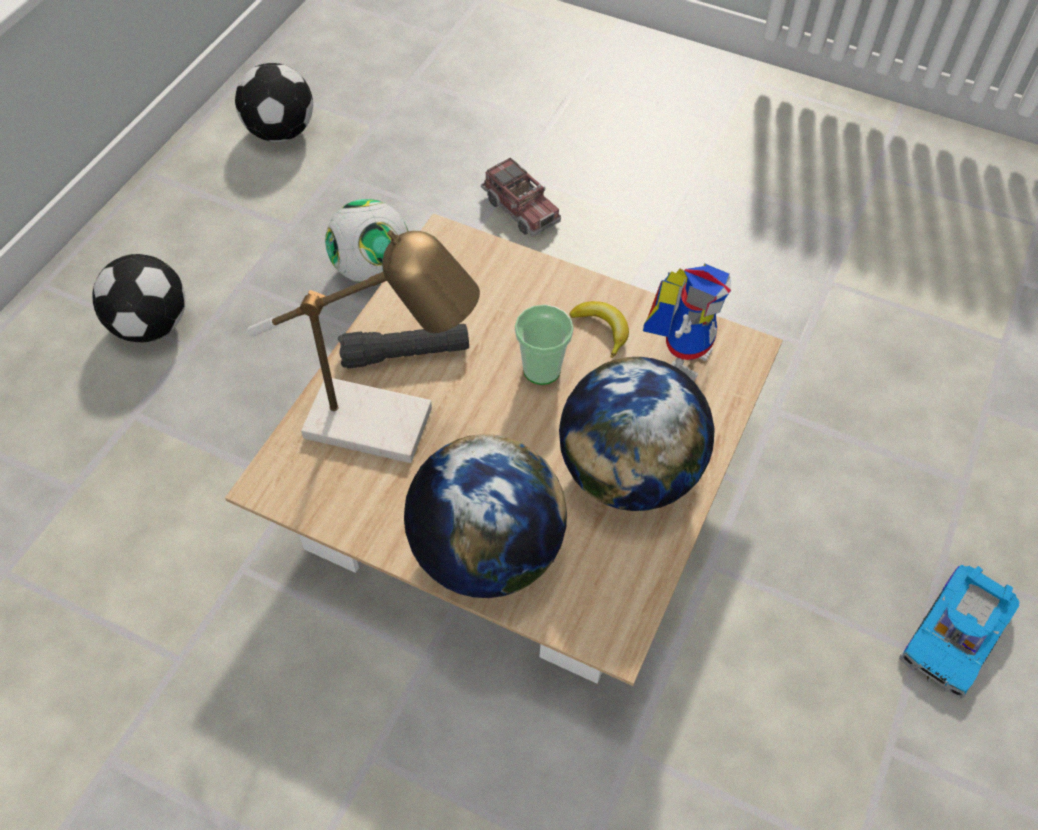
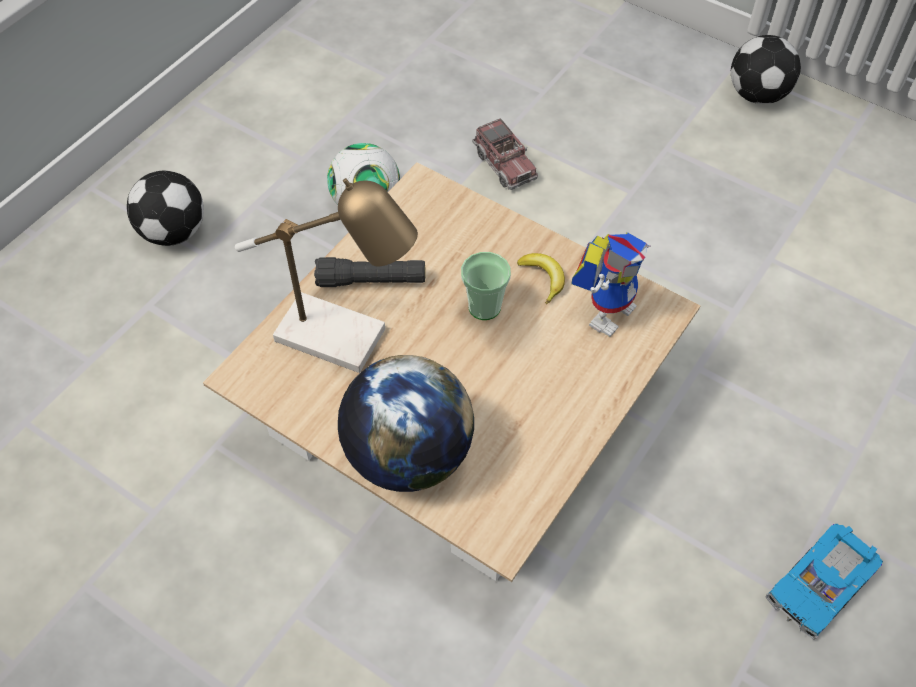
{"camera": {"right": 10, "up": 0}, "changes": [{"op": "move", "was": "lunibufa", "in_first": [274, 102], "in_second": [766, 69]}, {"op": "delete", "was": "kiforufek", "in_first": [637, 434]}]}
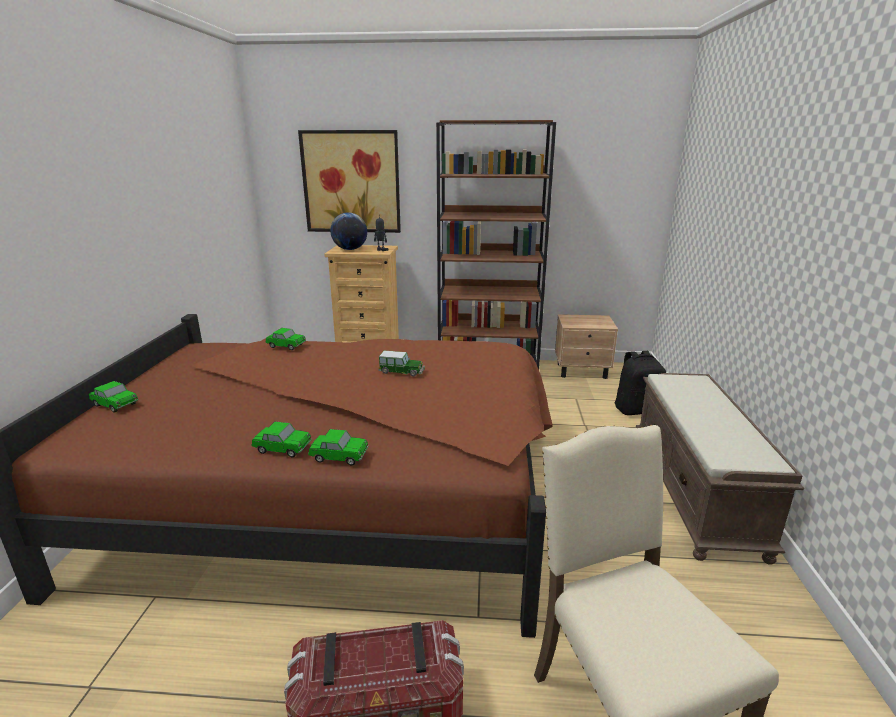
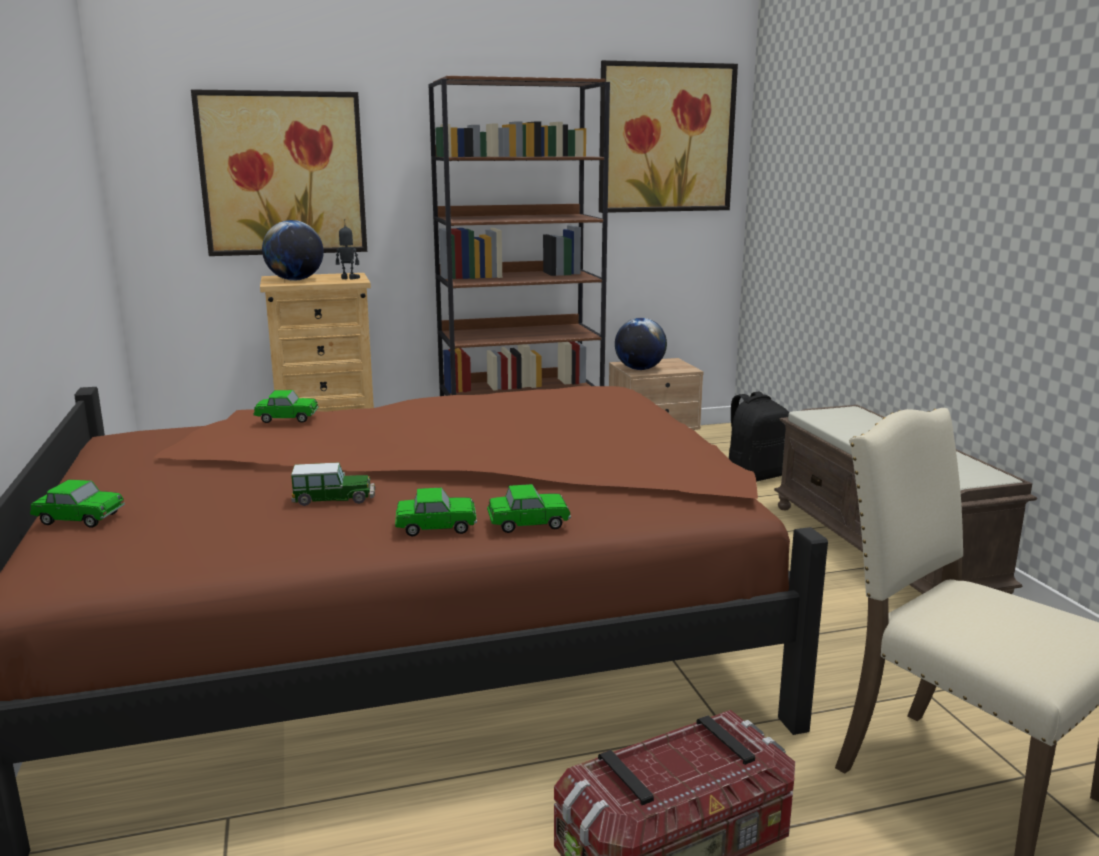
{"camera": {"right": -20, "up": -5}, "changes": [{"op": "move", "was": "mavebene", "in_first": [401, 364], "in_second": [333, 484]}, {"op": "insert", "now": "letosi", "in_second": [668, 136]}, {"op": "insert", "now": "kiforufek", "in_second": [641, 344]}]}
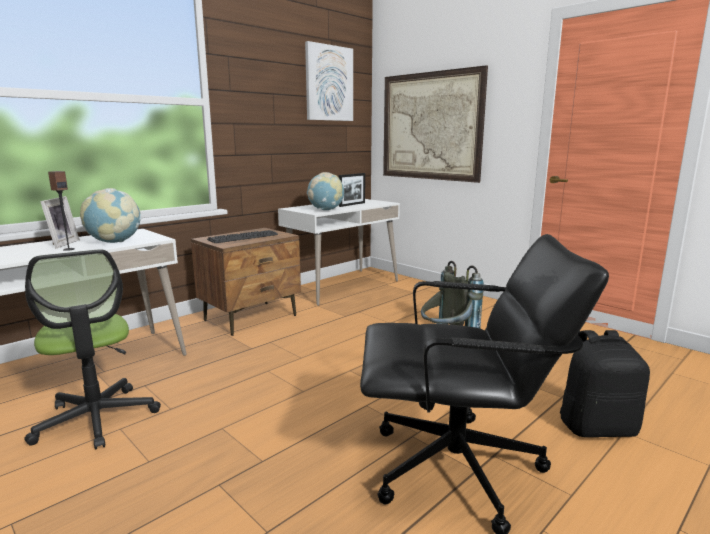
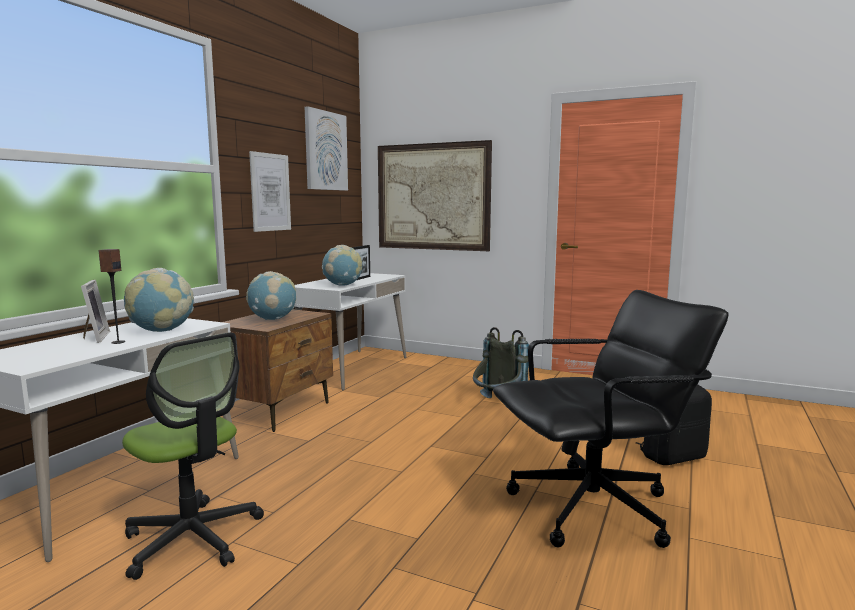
{"camera": {"right": -20, "up": -5}, "changes": [{"op": "replace", "was": "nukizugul", "now": "kiforufek", "in_first": [242, 236], "in_second": [271, 295]}, {"op": "insert", "now": "letosi", "in_second": [270, 191]}]}
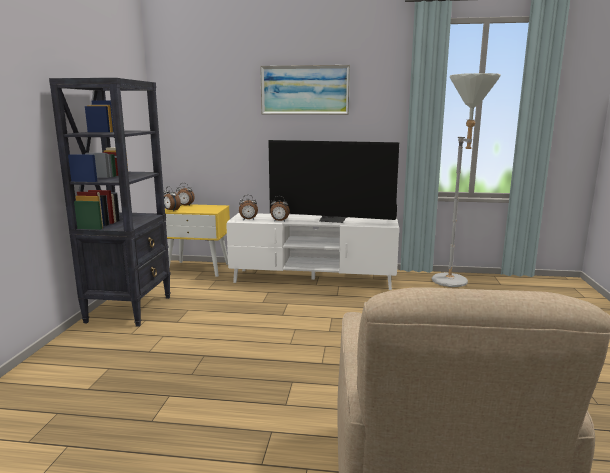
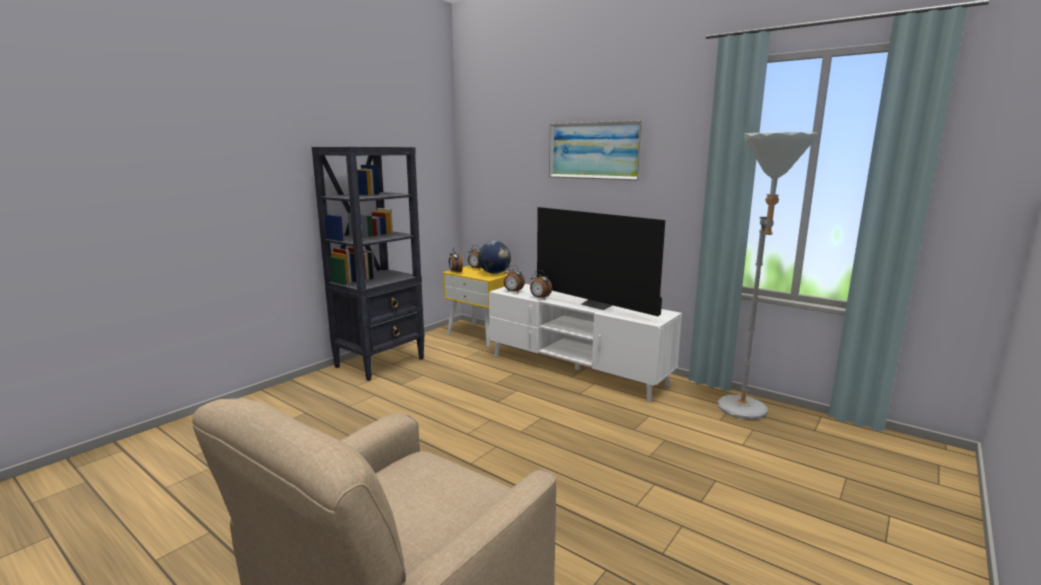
{"camera": {"right": 30, "up": 0}, "changes": [{"op": "insert", "now": "kiforufek", "in_second": [494, 257]}]}
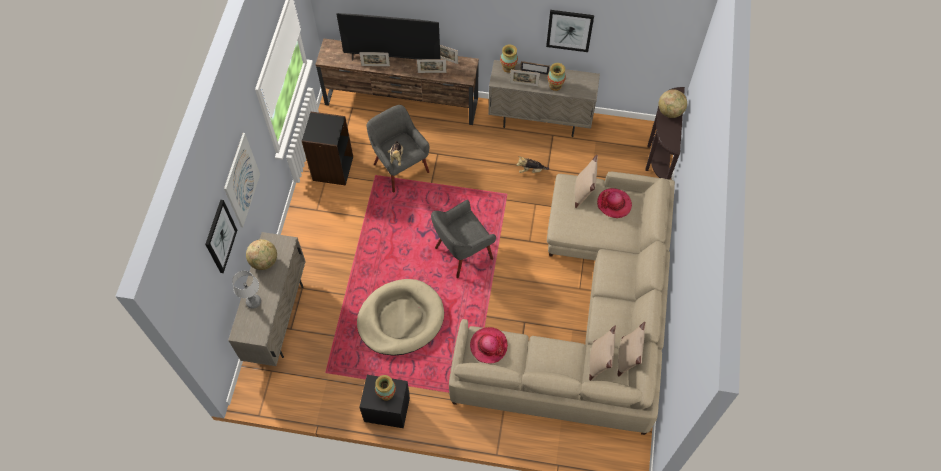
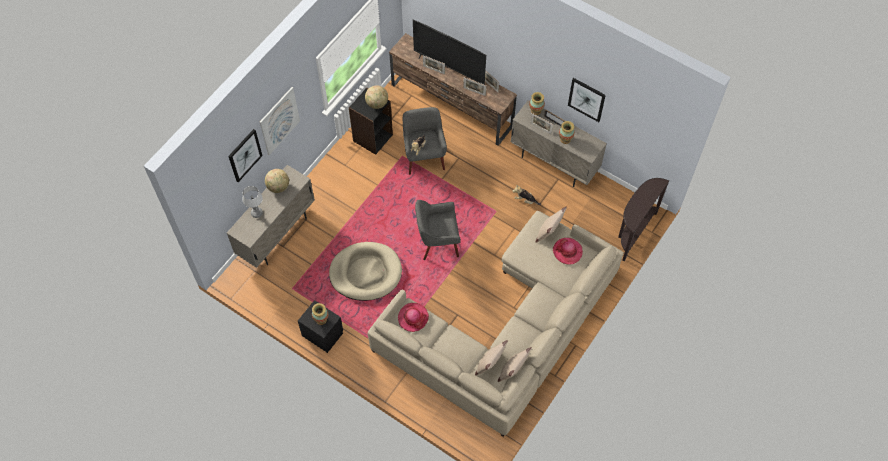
{"camera": {"right": 25, "up": 0}, "changes": [{"op": "move", "was": "kiforufek", "in_first": [672, 103], "in_second": [376, 97]}]}
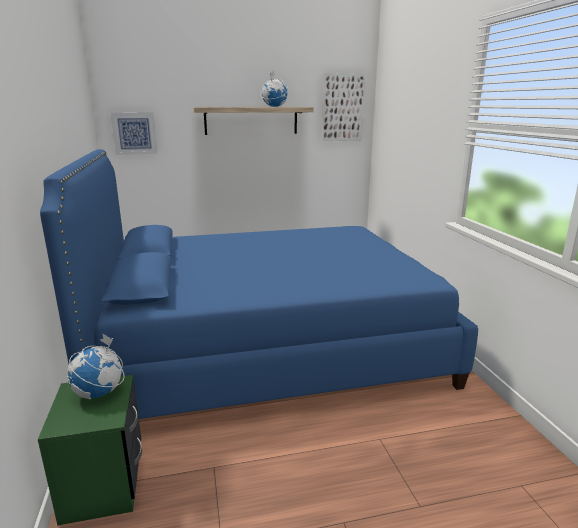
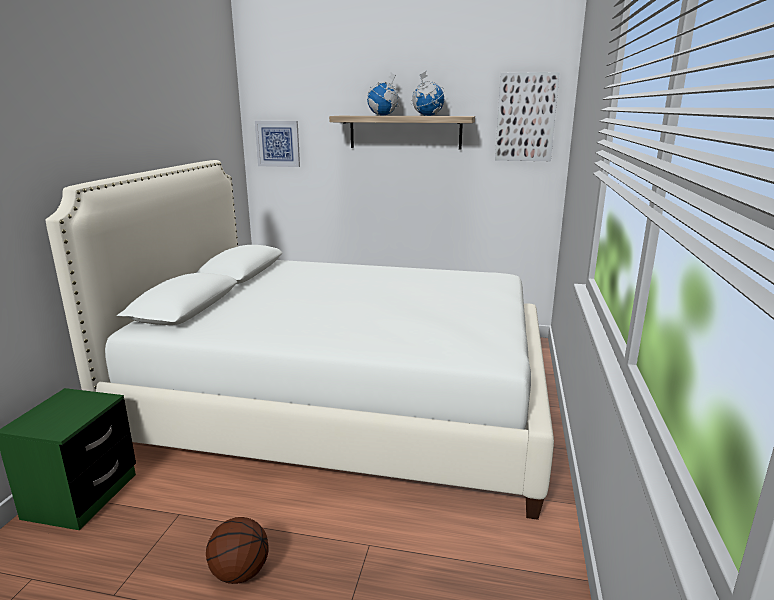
{"camera": {"right": 25, "up": 0}, "changes": [{"op": "recolor", "was": "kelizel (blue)", "now": "kelizel (white)", "in_first": [259, 284], "in_second": [300, 340]}, {"op": "move", "was": "kiforufek", "in_first": [96, 366], "in_second": [383, 94]}, {"op": "insert", "now": "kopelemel", "in_second": [237, 550]}]}
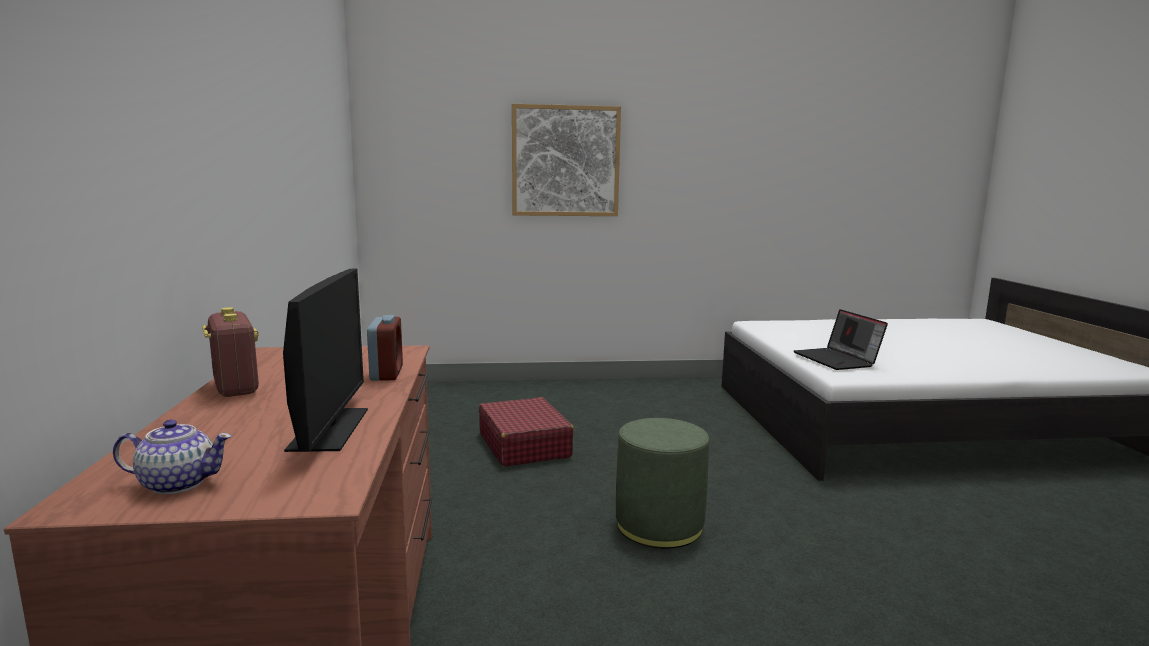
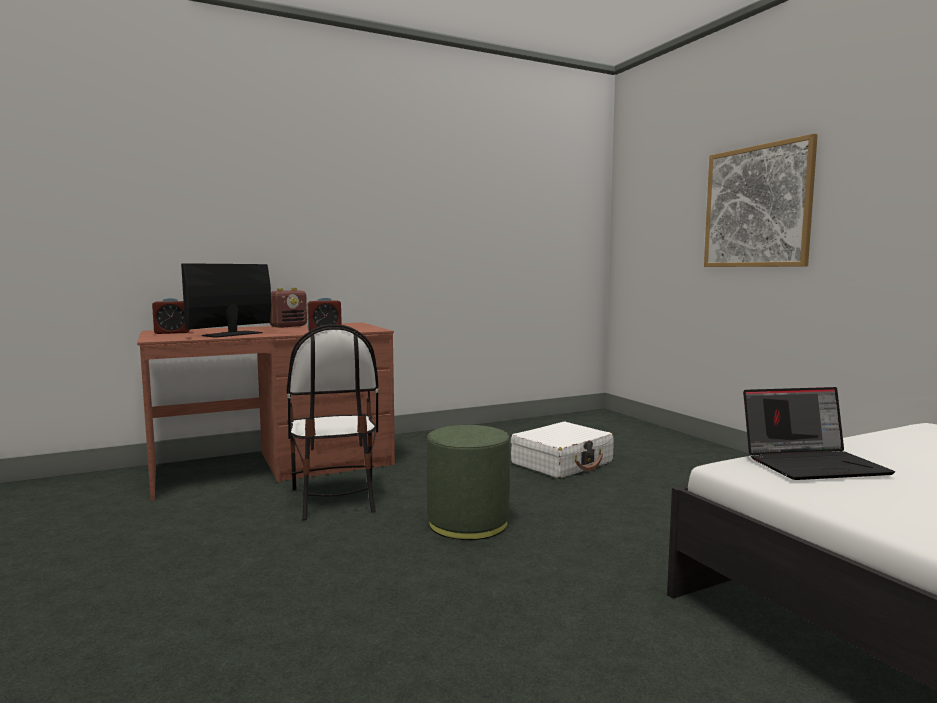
{"camera": {"right": 70, "up": -5}, "changes": [{"op": "rotate", "was": "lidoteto", "in_first": [325, 360], "in_second": [226, 300], "clockwise": 150}, {"op": "rotate", "was": "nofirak", "in_first": [841, 339], "in_second": [819, 433], "clockwise": -150}, {"op": "recolor", "was": "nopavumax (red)", "now": "nopavumax (white)", "in_first": [526, 432], "in_second": [562, 450]}, {"op": "replace", "was": "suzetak", "now": "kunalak", "in_first": [172, 456], "in_second": [171, 316]}, {"op": "insert", "now": "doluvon", "in_second": [332, 422]}]}
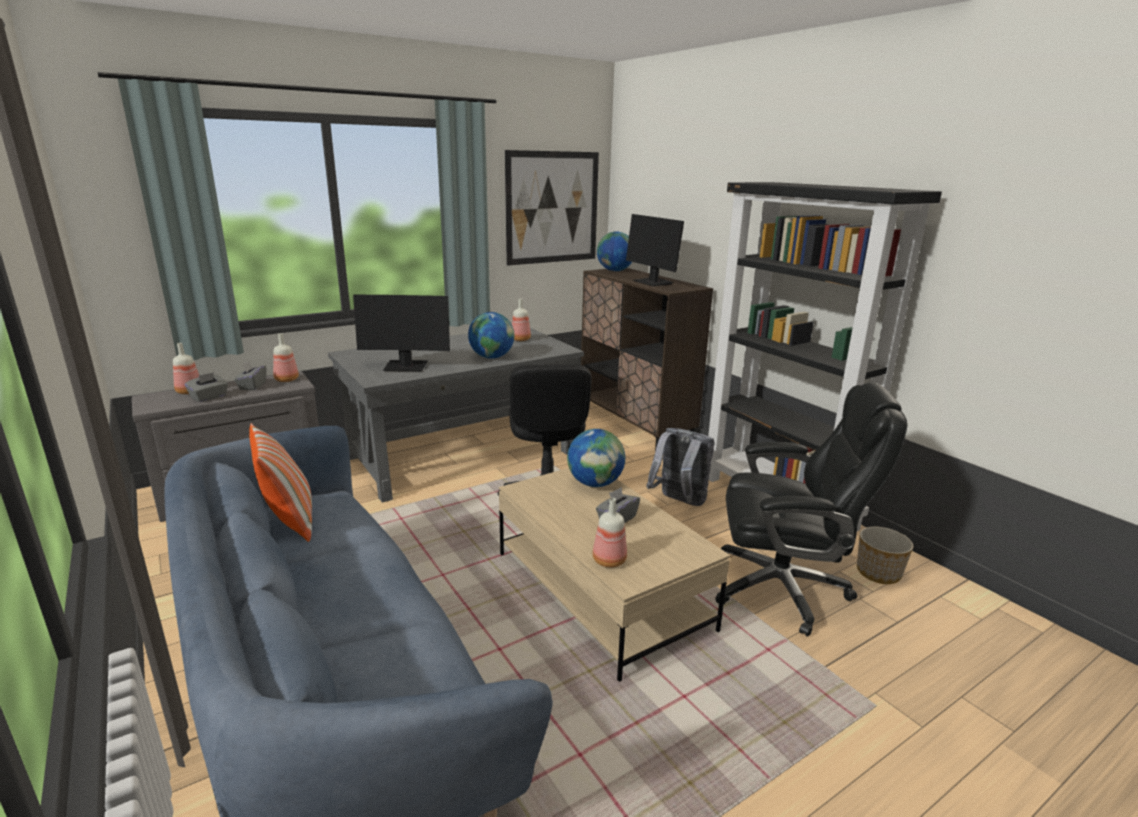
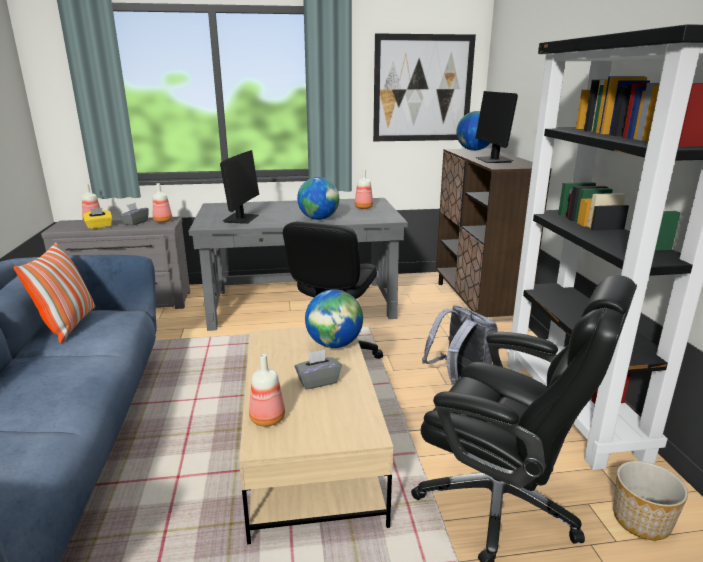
{"camera": {"right": 25, "up": 0}, "changes": [{"op": "rotate", "was": "lidoteto", "in_first": [401, 333], "in_second": [239, 187], "clockwise": -105}, {"op": "recolor", "was": "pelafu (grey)", "now": "pelafu (yellow)", "in_first": [206, 387], "in_second": [97, 218]}]}
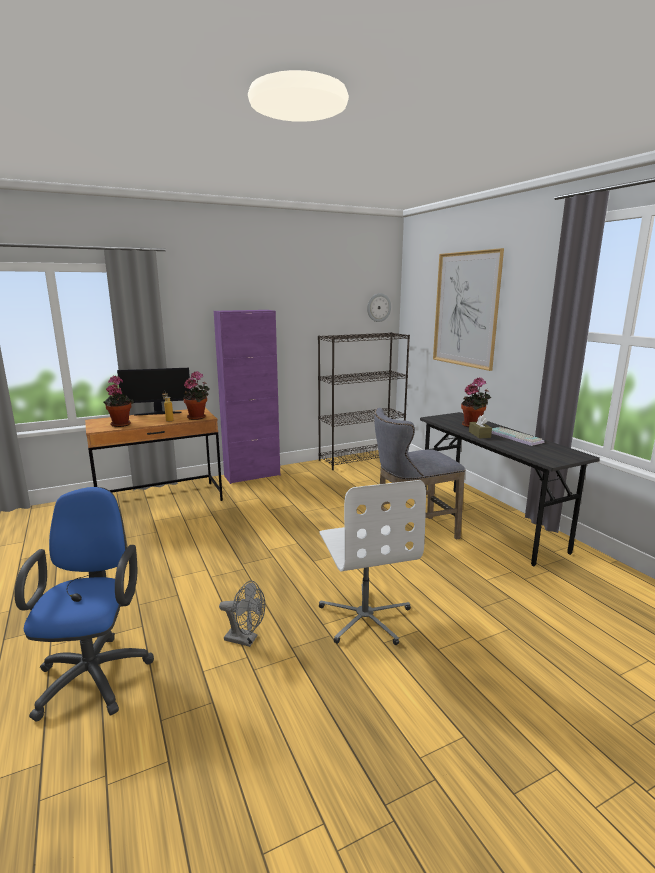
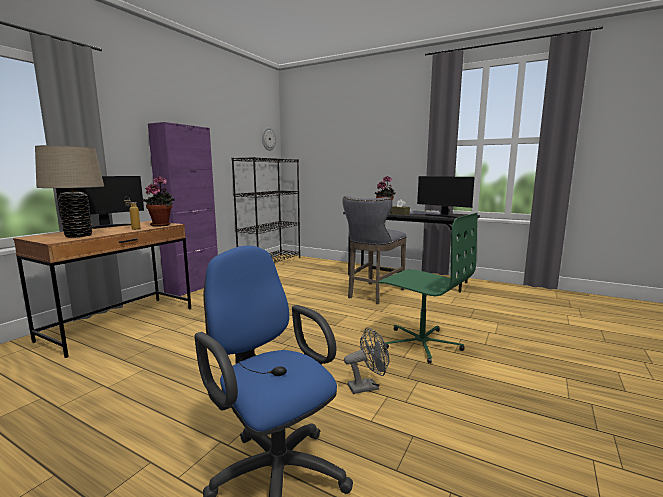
{"camera": {"right": -35, "up": -5}, "changes": [{"op": "delete", "was": "letosi", "in_first": [468, 309]}, {"op": "replace", "was": "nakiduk", "now": "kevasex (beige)", "in_first": [118, 401], "in_second": [69, 191]}, {"op": "recolor", "was": "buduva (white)", "now": "buduva (green)", "in_first": [372, 562], "in_second": [428, 288]}, {"op": "insert", "now": "lidoteto", "in_second": [446, 197]}]}
